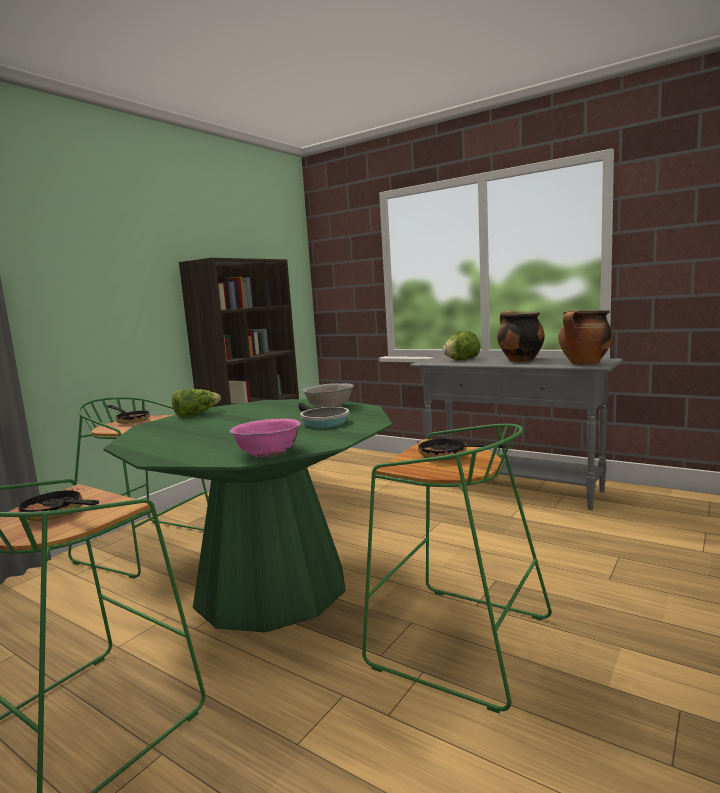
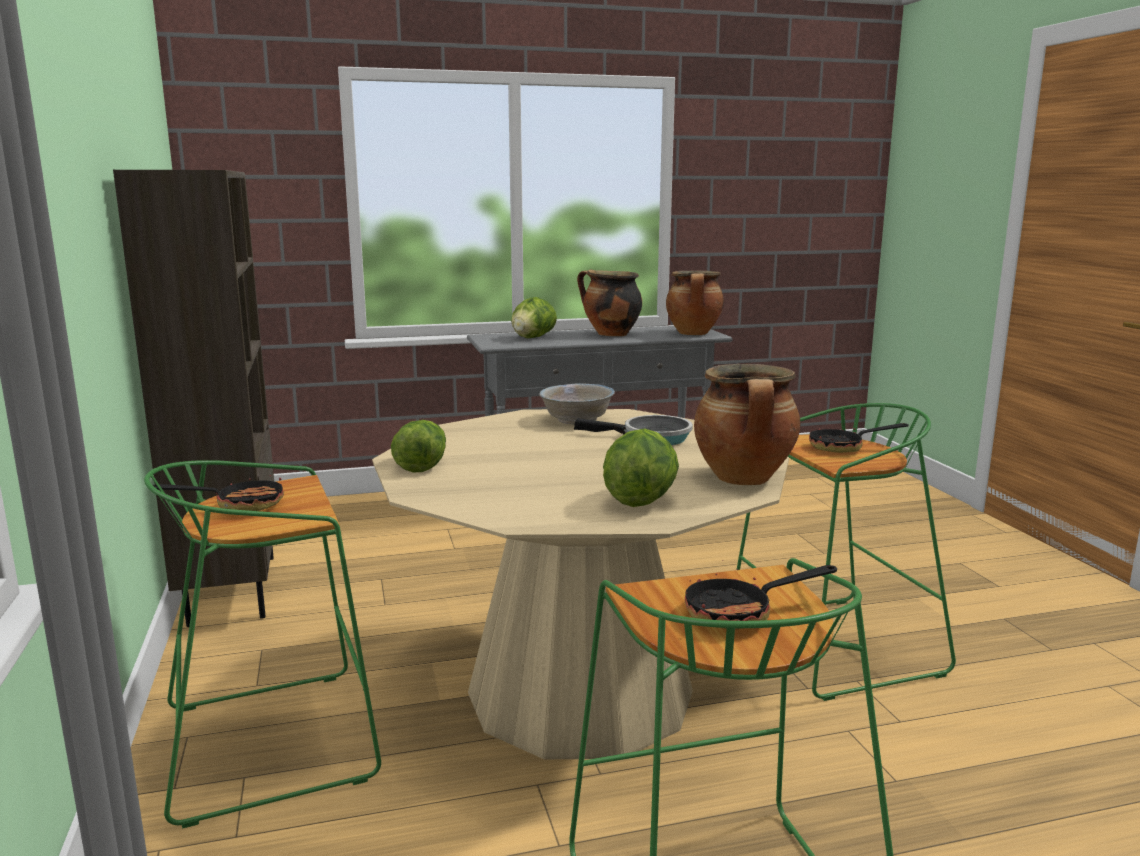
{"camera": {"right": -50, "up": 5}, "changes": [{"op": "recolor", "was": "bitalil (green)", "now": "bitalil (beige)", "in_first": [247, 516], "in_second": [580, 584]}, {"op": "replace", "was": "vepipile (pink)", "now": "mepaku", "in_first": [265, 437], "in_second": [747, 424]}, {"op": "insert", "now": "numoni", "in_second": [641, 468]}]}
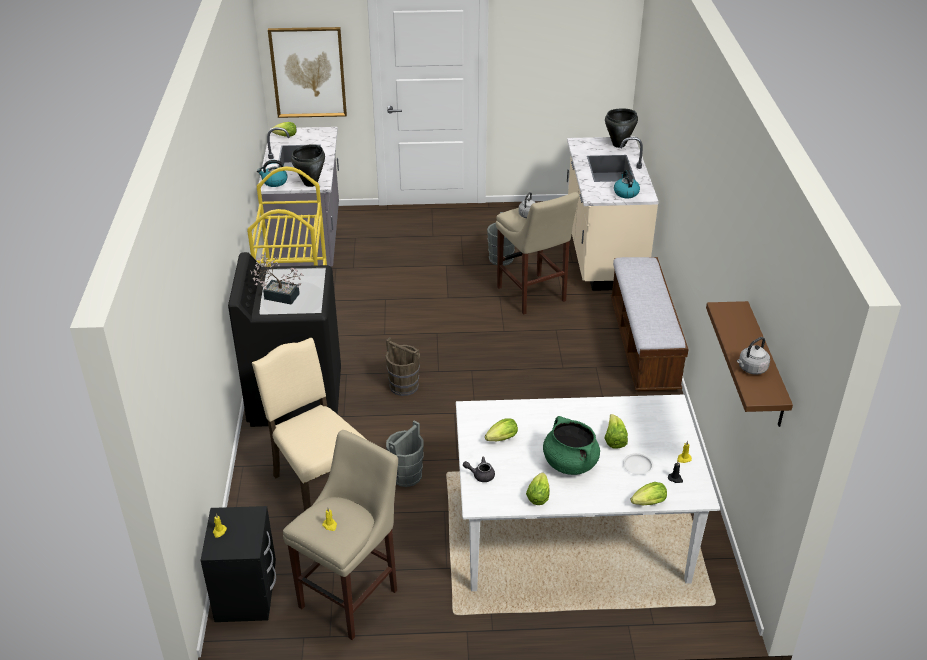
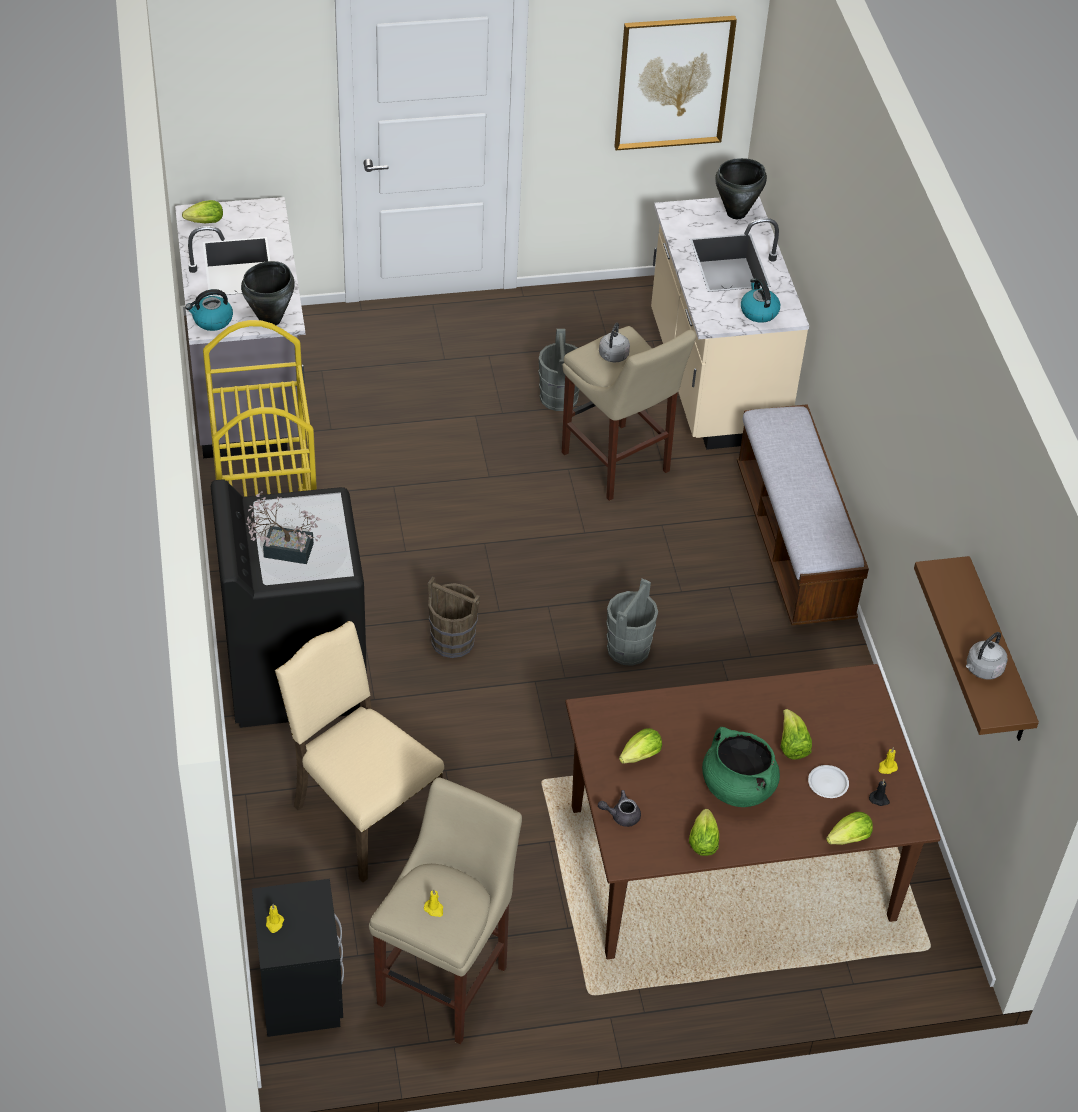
{"camera": {"right": -10, "up": 10}, "changes": [{"op": "move", "was": "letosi", "in_first": [307, 72], "in_second": [675, 83]}, {"op": "recolor", "was": "bitalil (white)", "now": "bitalil (brown)", "in_first": [588, 493], "in_second": [753, 811]}, {"op": "move", "was": "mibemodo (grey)", "in_first": [405, 454], "in_second": [632, 622]}]}
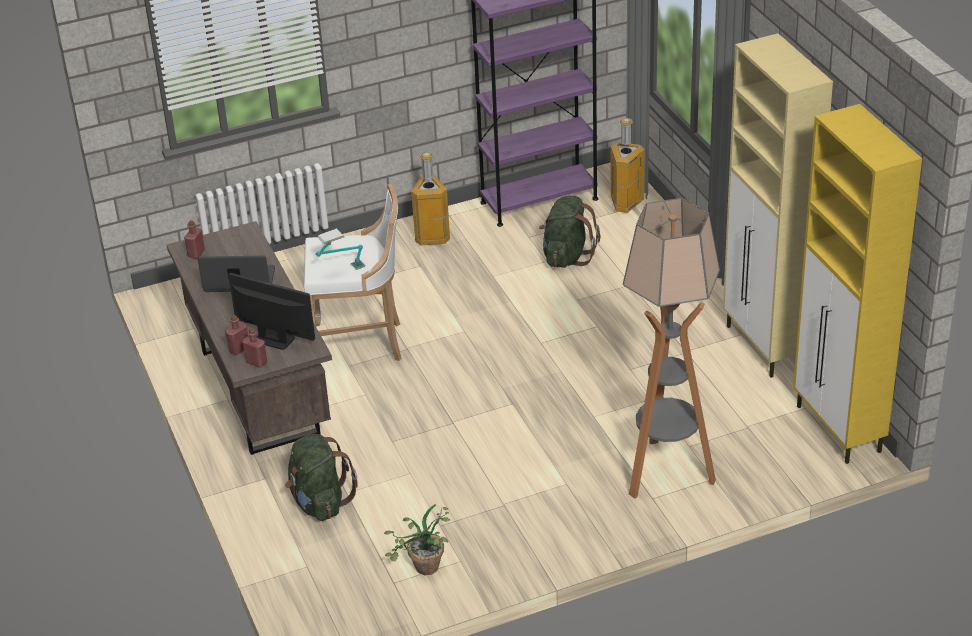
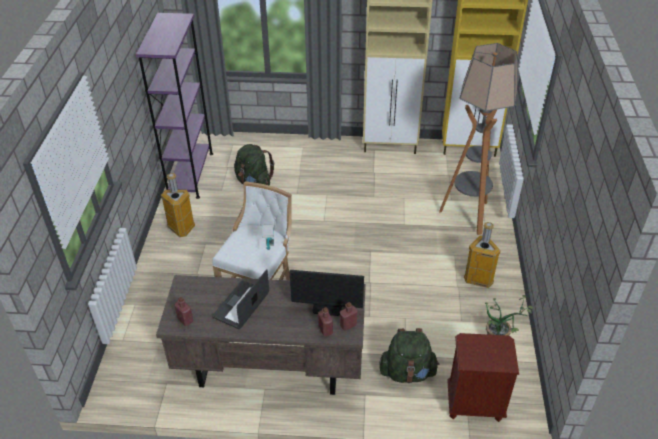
{"camera": {"right": -65, "up": 5}, "changes": [{"op": "move", "was": "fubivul", "in_first": [628, 165], "in_second": [482, 255]}, {"op": "rotate", "was": "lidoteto", "in_first": [271, 311], "in_second": [327, 293], "clockwise": -135}, {"op": "insert", "now": "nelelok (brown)", "in_second": [483, 377]}]}
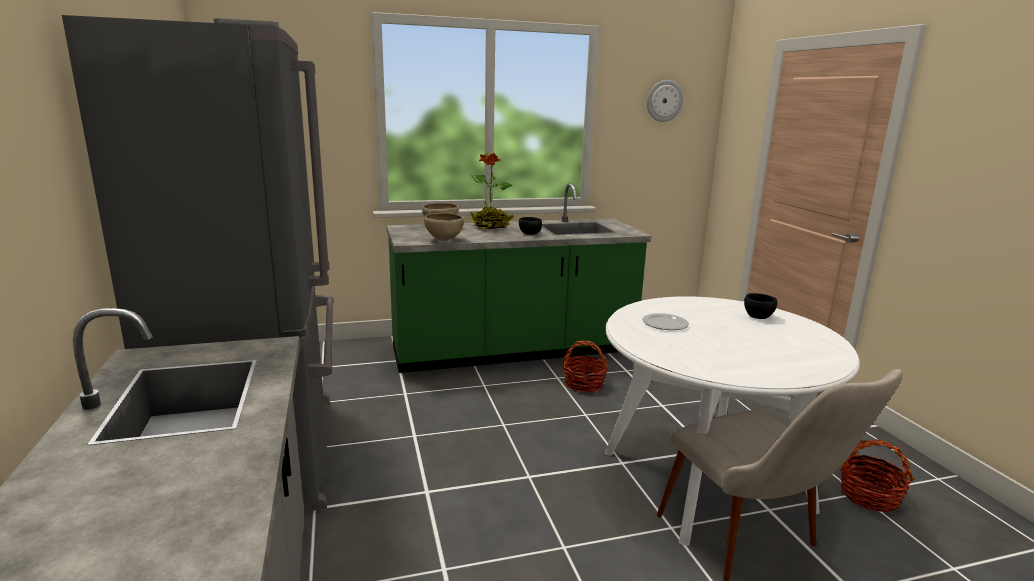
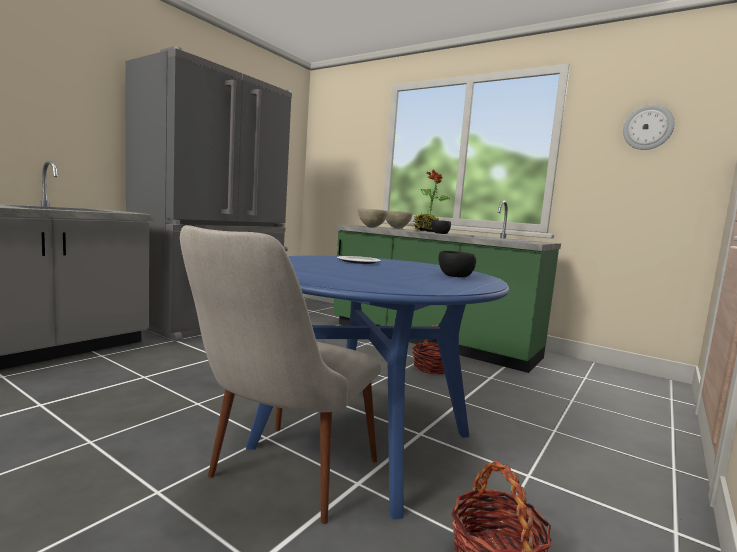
{"camera": {"right": 50, "up": -10}, "changes": [{"op": "recolor", "was": "bitalil (white)", "now": "bitalil (blue)", "in_first": [732, 421], "in_second": [378, 387]}]}
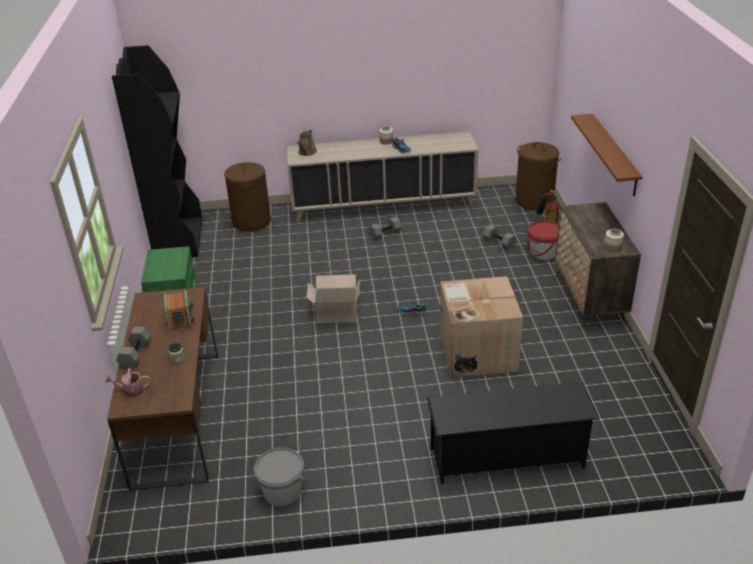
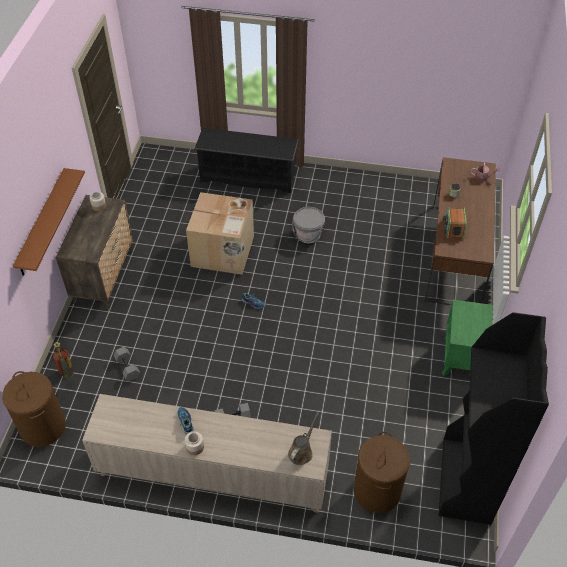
{"camera": {"right": -165, "up": 15}, "changes": [{"op": "delete", "was": "mibemodo (red)", "in_first": [543, 240]}, {"op": "delete", "was": "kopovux", "in_first": [333, 298]}, {"op": "delete", "was": "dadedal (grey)", "in_first": [133, 348]}, {"op": "move", "was": "mibemodo (grey)", "in_first": [281, 476], "in_second": [308, 225]}]}
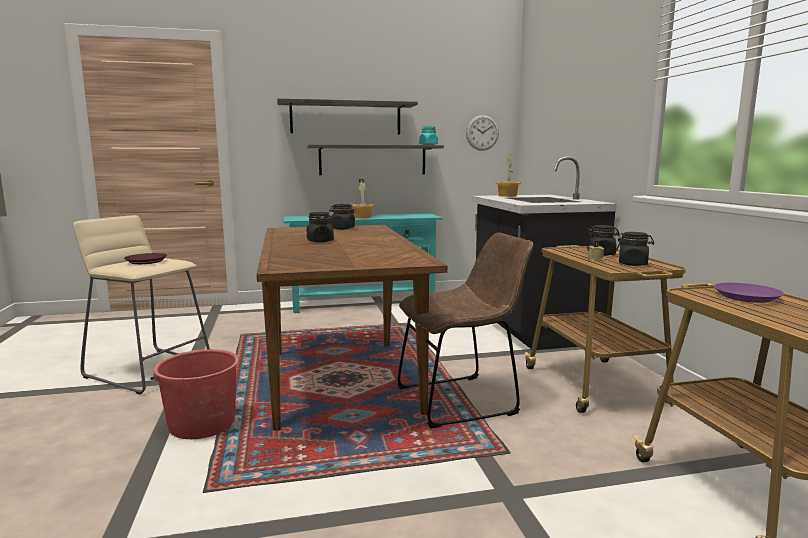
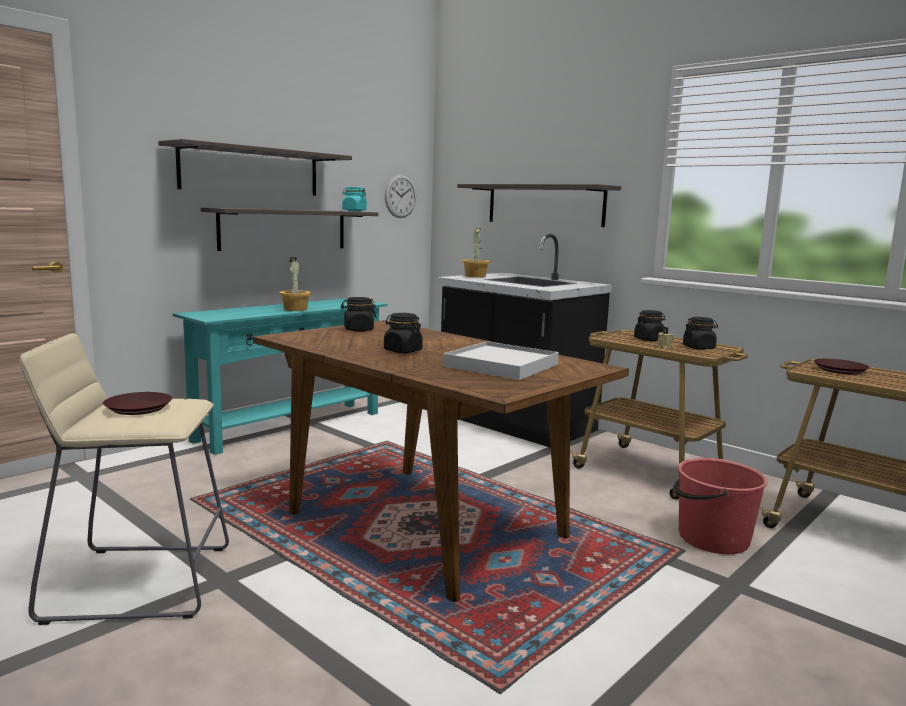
{"camera": {"right": -35, "up": 0}, "changes": [{"op": "delete", "was": "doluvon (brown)", "in_first": [465, 330]}, {"op": "recolor", "was": "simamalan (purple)", "now": "simamalan (brown)", "in_first": [749, 293], "in_second": [842, 366]}, {"op": "move", "was": "mibemodo (red)", "in_first": [194, 394], "in_second": [720, 506]}, {"op": "insert", "now": "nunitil", "in_second": [539, 205]}, {"op": "insert", "now": "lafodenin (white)", "in_second": [501, 360]}]}
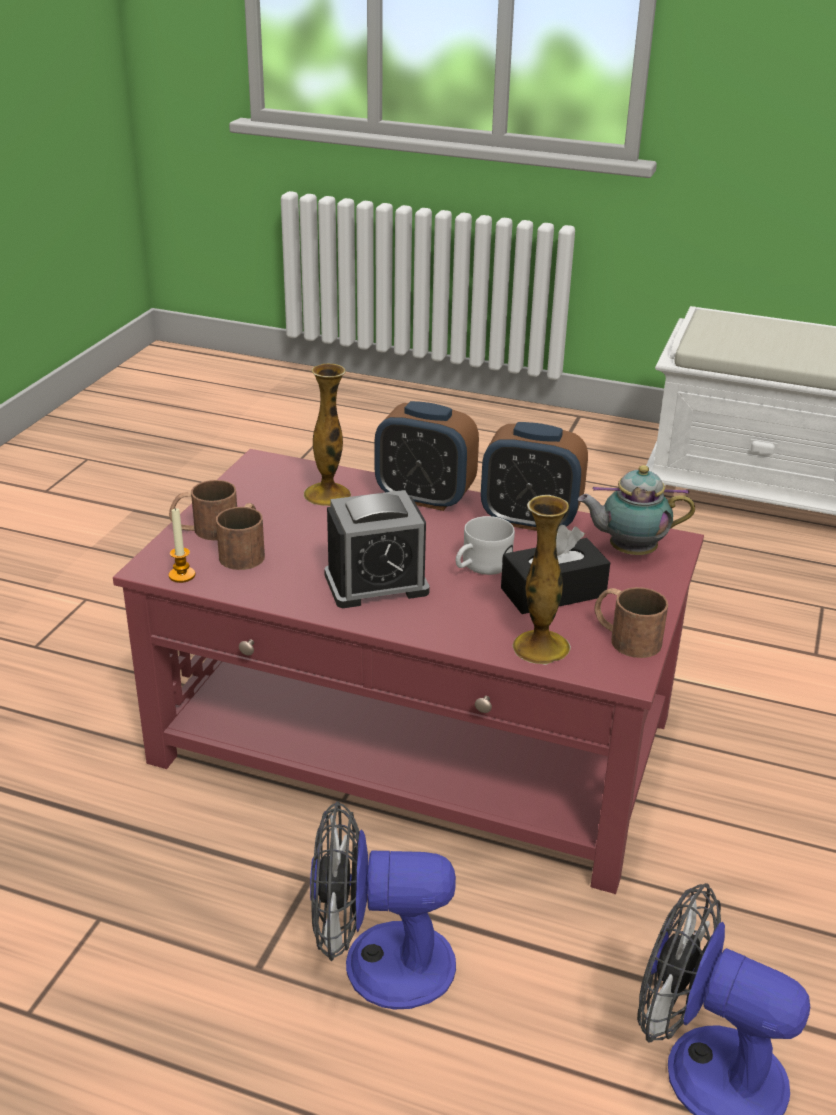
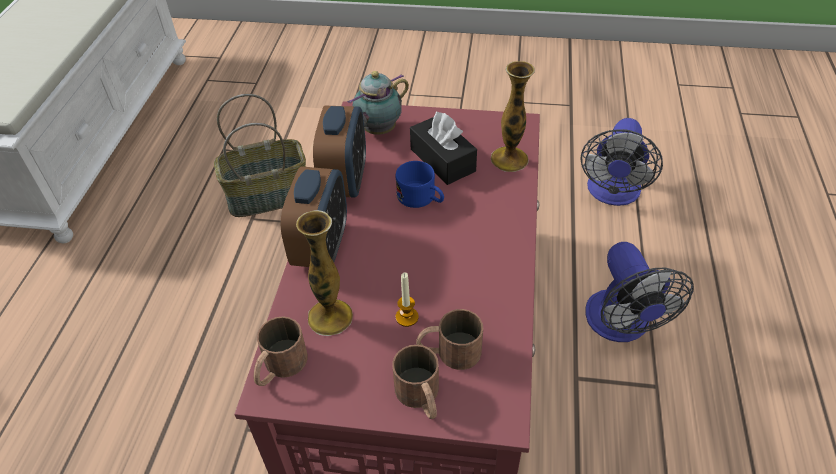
{"camera": {"right": -100, "up": 15}, "changes": [{"op": "rotate", "was": "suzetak", "in_first": [636, 510], "in_second": [378, 103], "clockwise": 60}, {"op": "delete", "was": "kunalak", "in_first": [377, 549]}, {"op": "move", "was": "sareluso", "in_first": [182, 545], "in_second": [407, 299]}, {"op": "recolor", "was": "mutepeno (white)", "now": "mutepeno (blue)", "in_first": [485, 545], "in_second": [420, 184]}, {"op": "move", "was": "mutepeno (brown)", "in_first": [631, 622], "in_second": [280, 351]}, {"op": "insert", "now": "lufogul", "in_second": [260, 155]}]}
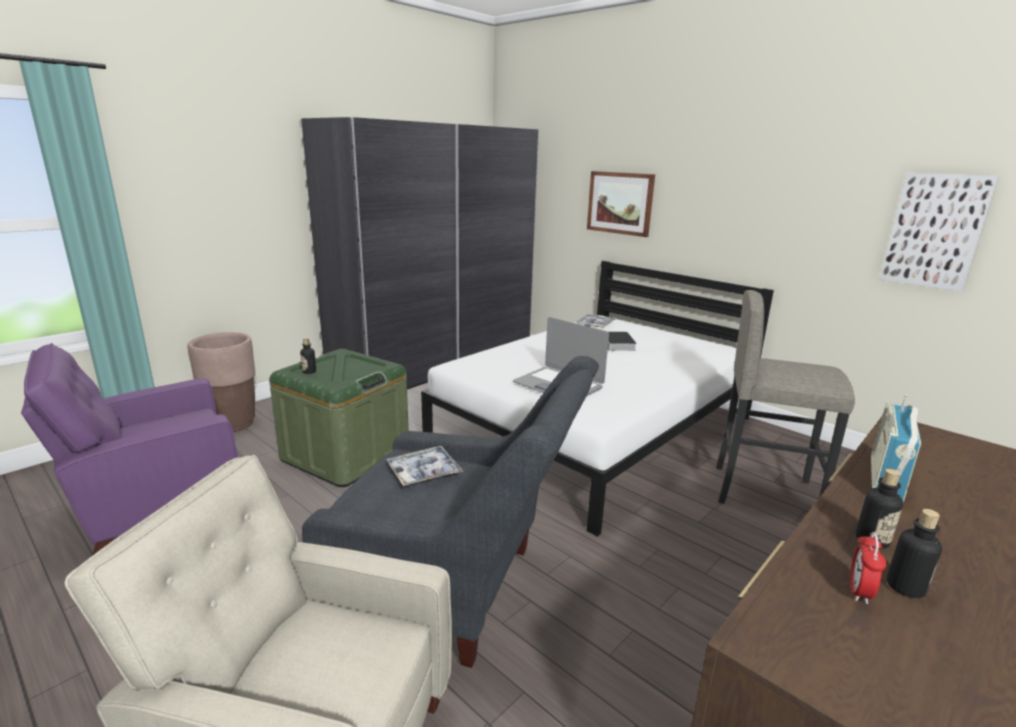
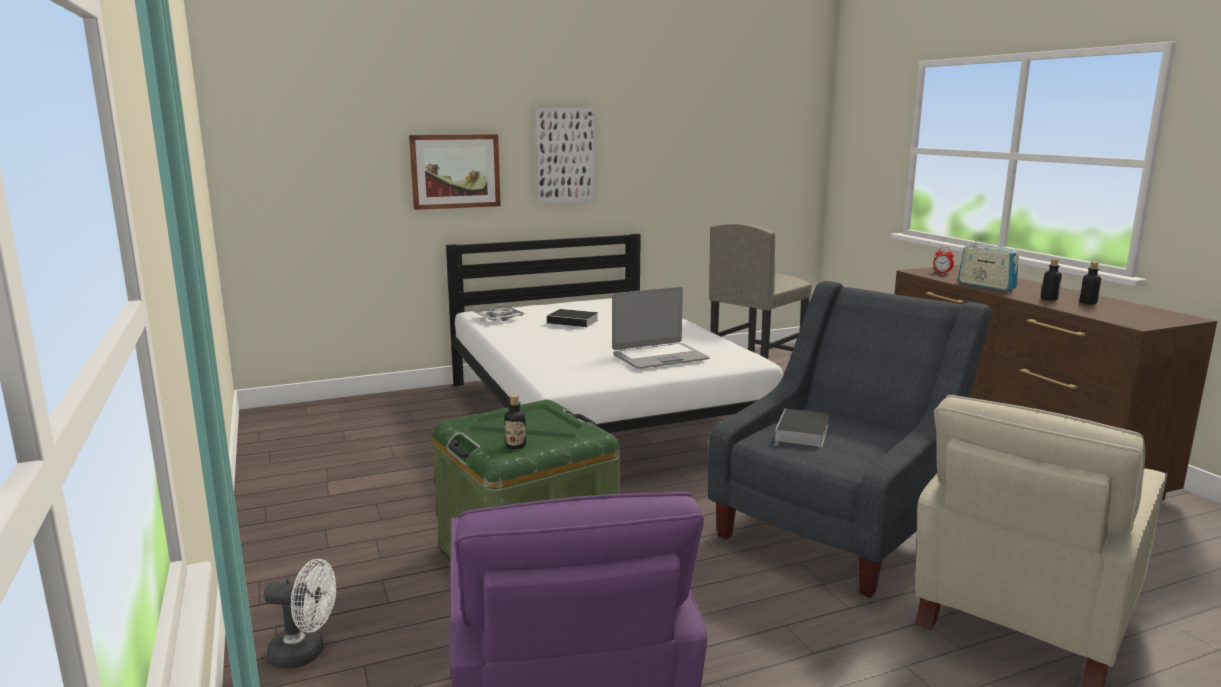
{"camera": {"right": -65, "up": -5}, "changes": [{"op": "delete", "was": "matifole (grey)", "in_first": [420, 253]}, {"op": "move", "was": "letosi", "in_first": [939, 232], "in_second": [565, 155]}, {"op": "replace", "was": "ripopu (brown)", "now": "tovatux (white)", "in_first": [221, 382], "in_second": [300, 614]}, {"op": "replace", "was": "lafodenin", "now": "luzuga", "in_first": [424, 466], "in_second": [801, 428]}, {"op": "move", "was": "kunalak", "in_first": [868, 568], "in_second": [943, 260]}]}
